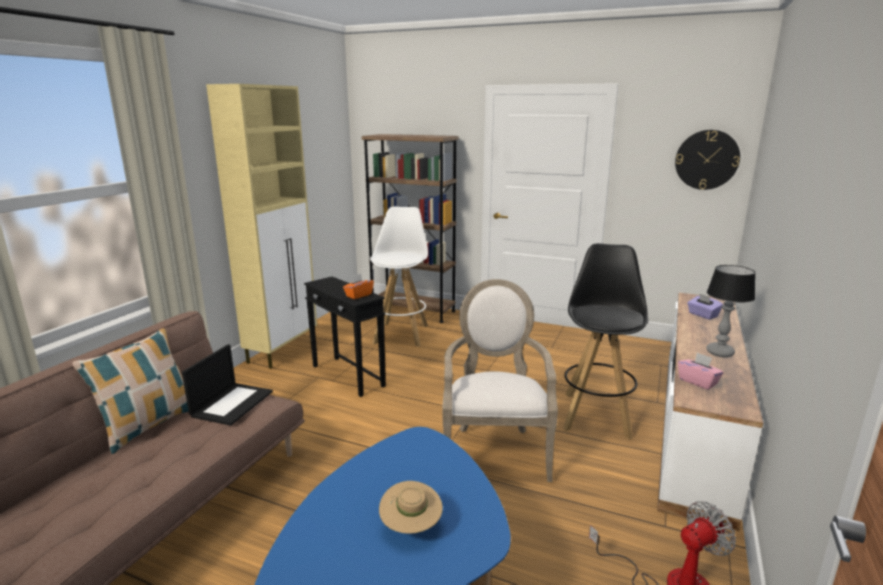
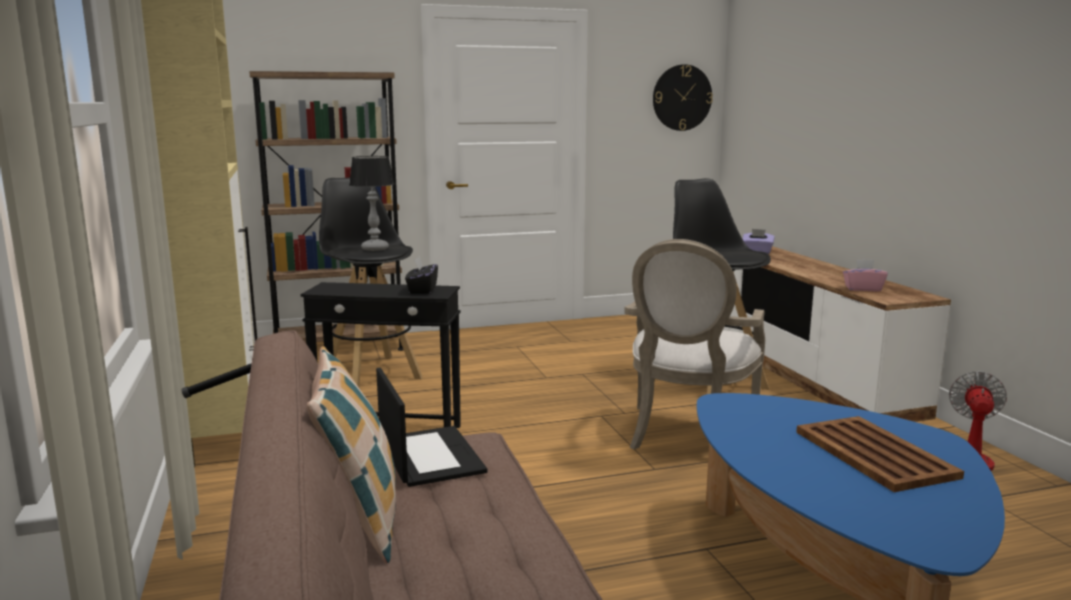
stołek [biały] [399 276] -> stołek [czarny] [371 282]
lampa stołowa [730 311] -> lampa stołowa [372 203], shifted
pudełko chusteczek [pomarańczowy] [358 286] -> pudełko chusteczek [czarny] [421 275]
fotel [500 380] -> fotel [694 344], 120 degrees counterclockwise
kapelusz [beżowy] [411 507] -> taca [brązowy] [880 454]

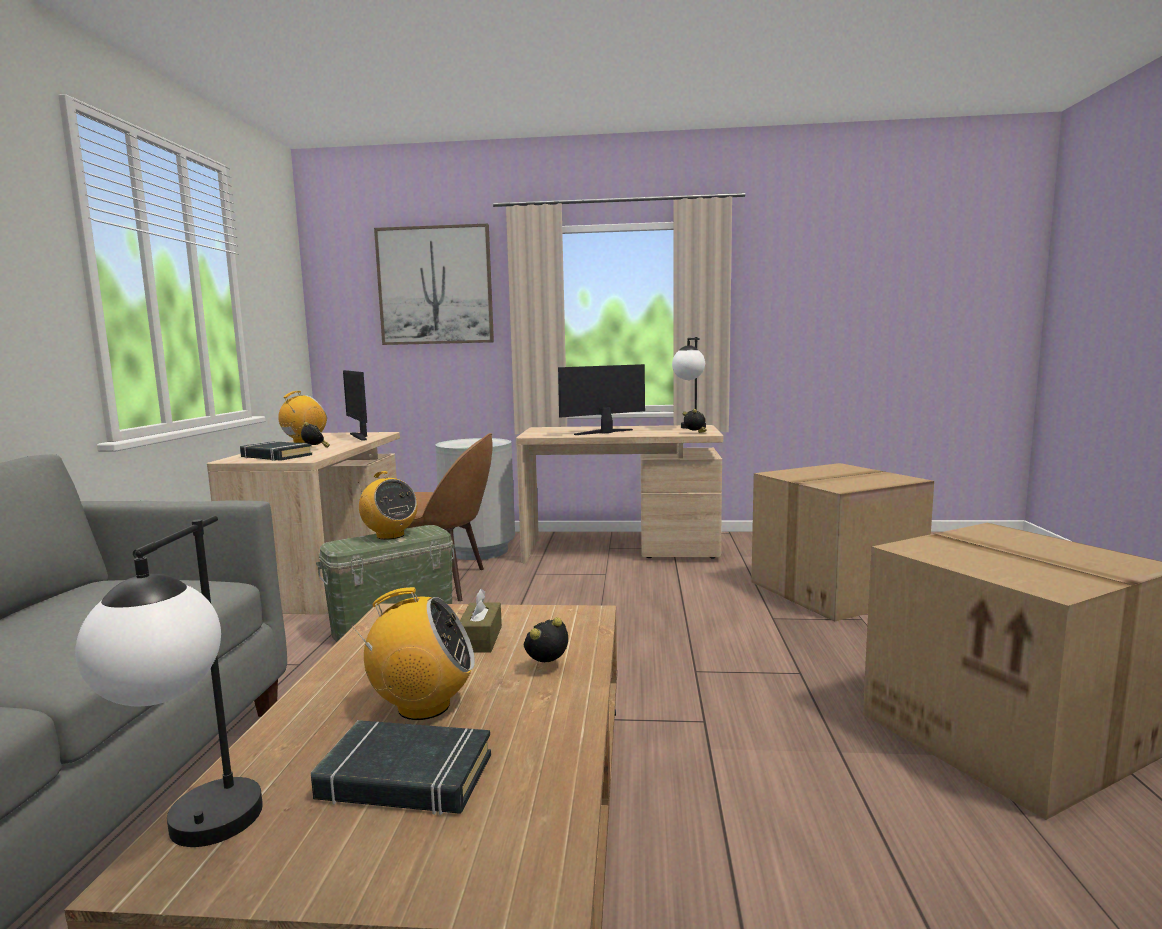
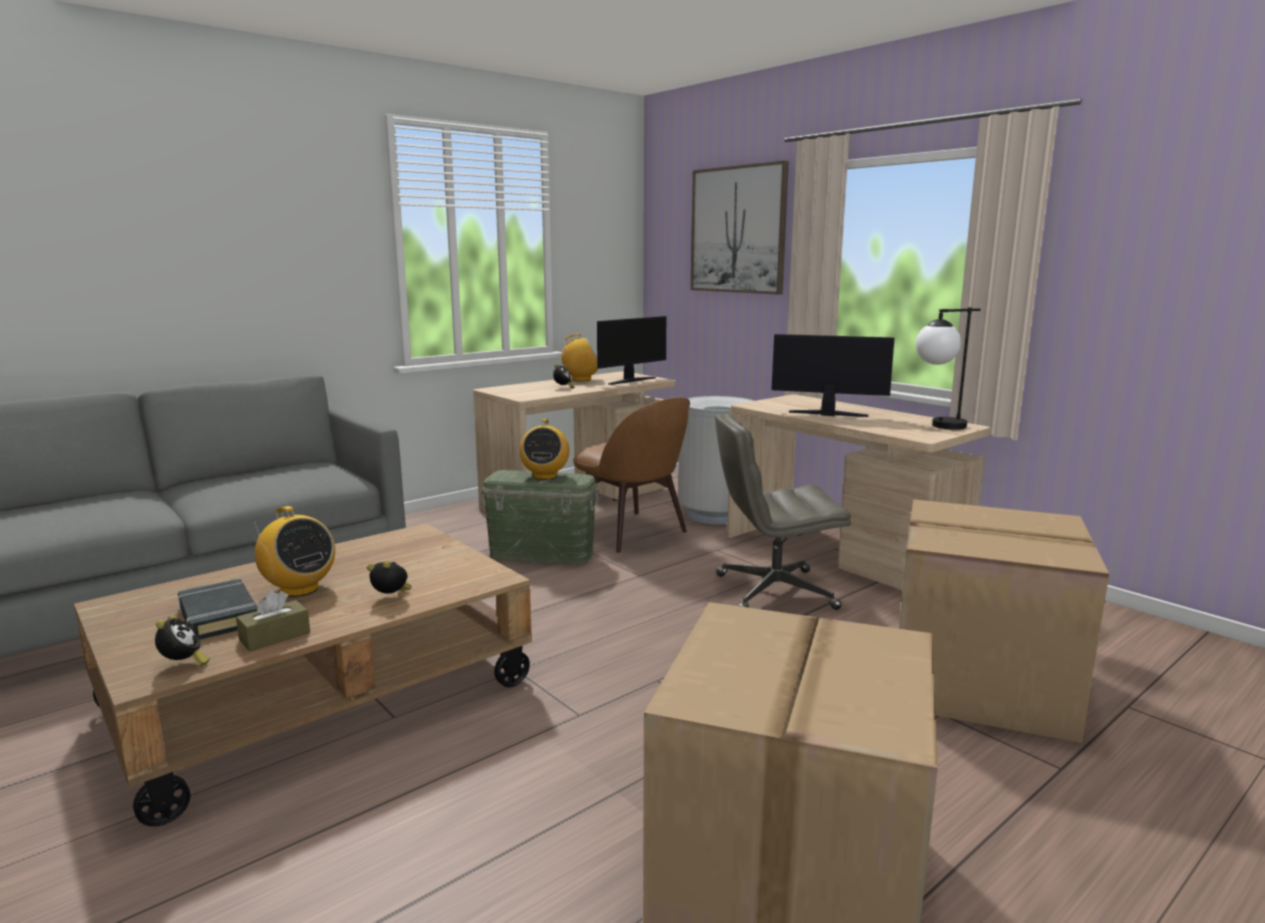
monitor [355 405] -> monitor [631 350], 150 degrees counterclockwise
budzik [695 421] -> budzik [182 641], shifted
książka [czarny] [276 451] -> none
lampa stołowa [169 681] -> none
pudełko chusteczek [brązowy] [481 621] -> pudełko chusteczek [brązowy] [273 620], shifted
none -> krzesło biurowe [szary] [783 511]

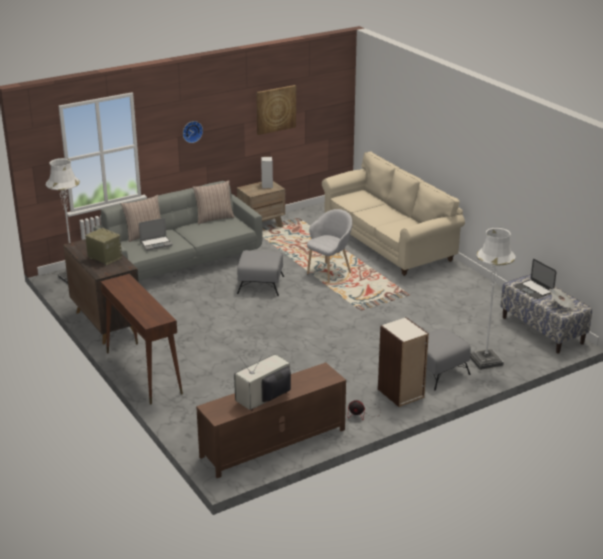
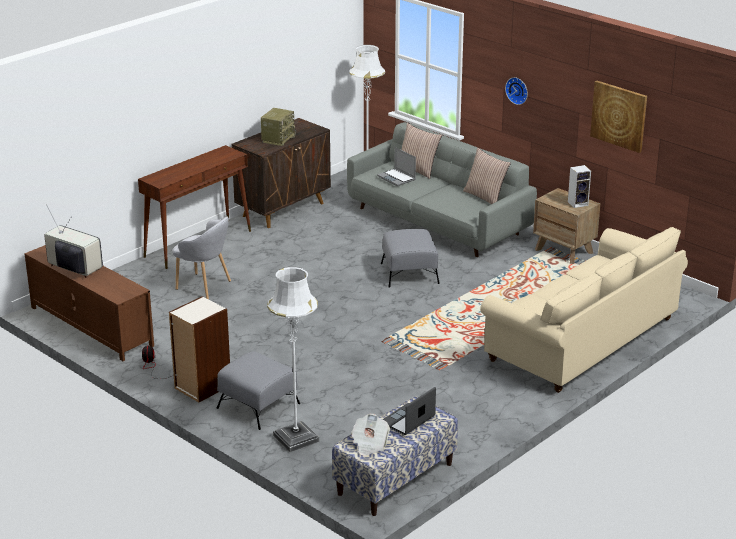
fotel [szary] [329 246] -> fotel [szary] [201 258], shifted

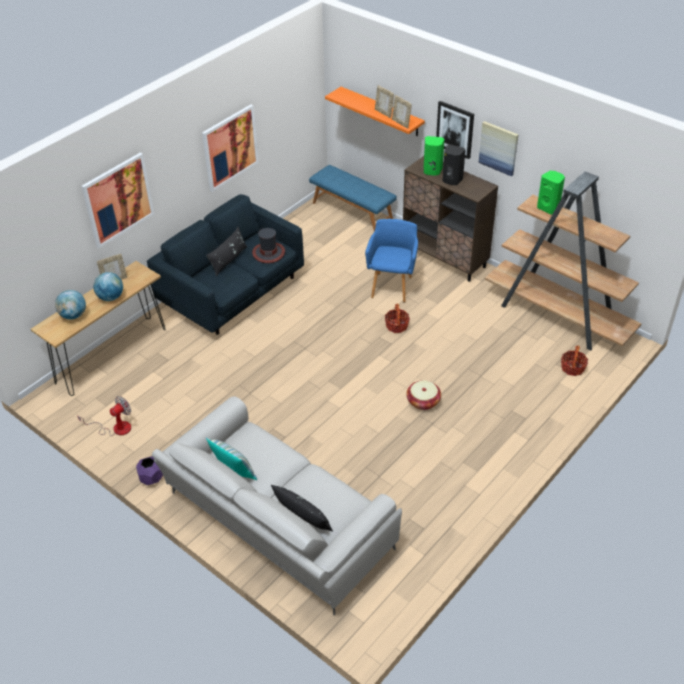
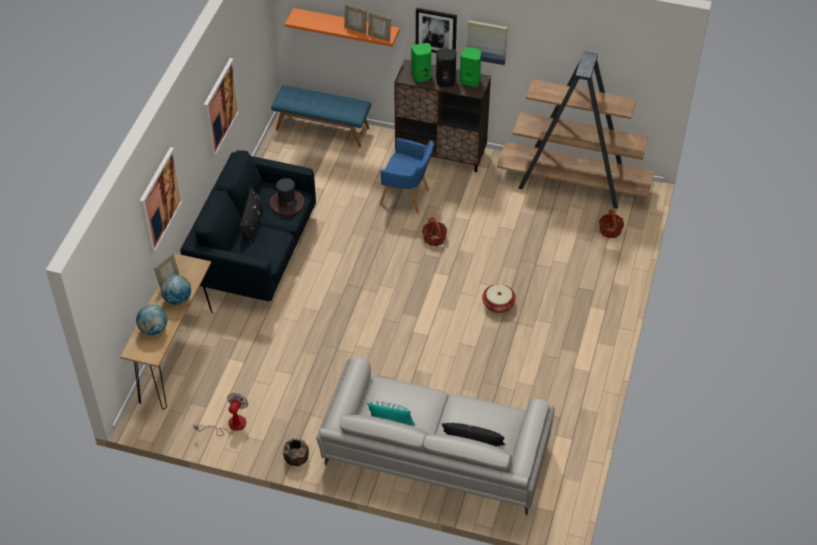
głośnik [zielony] [551 192] -> głośnik [zielony] [470 67], shifted
fotel [niebieski] [391 260] -> fotel [niebieski] [407 176], 120 degrees clockwise
donica [fioletowy] [149 470] -> donica [brązowy] [296 452]

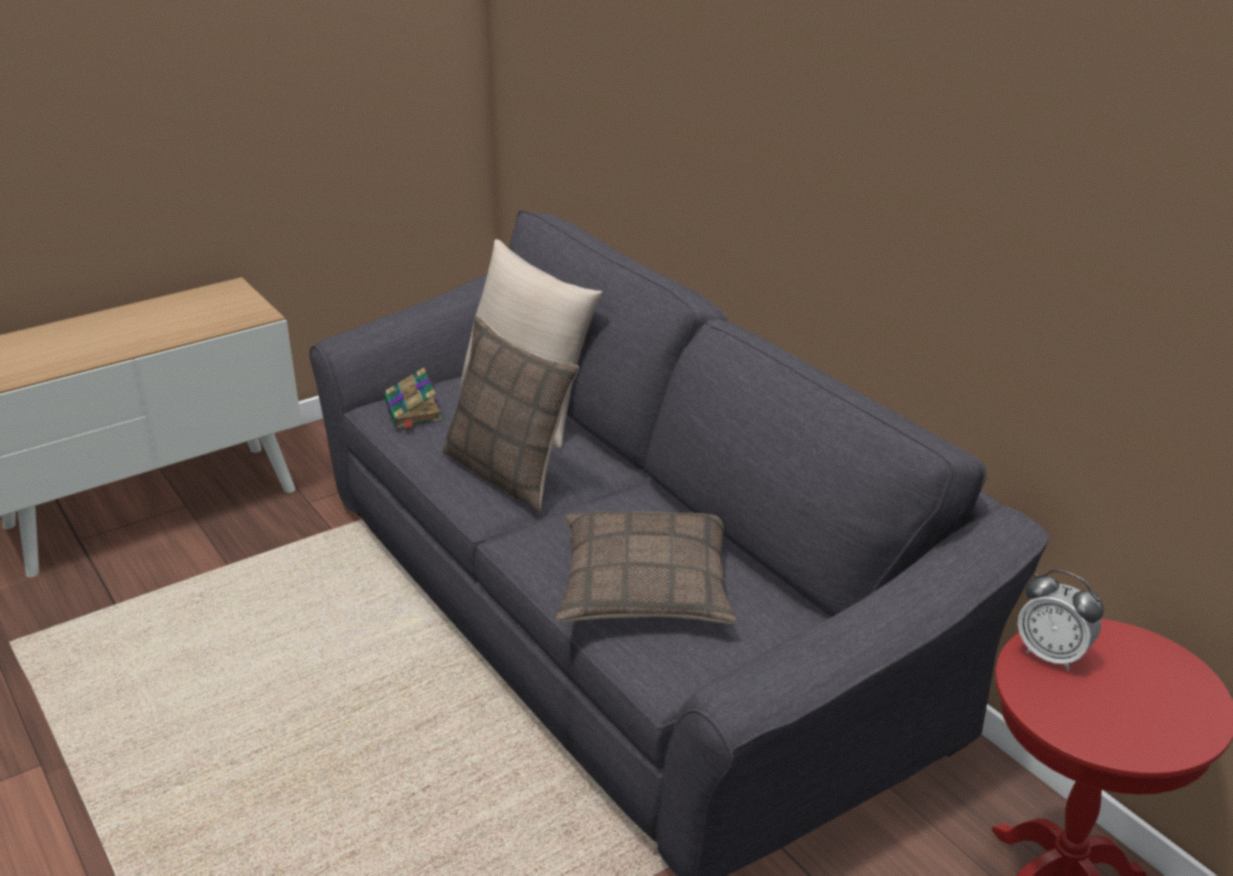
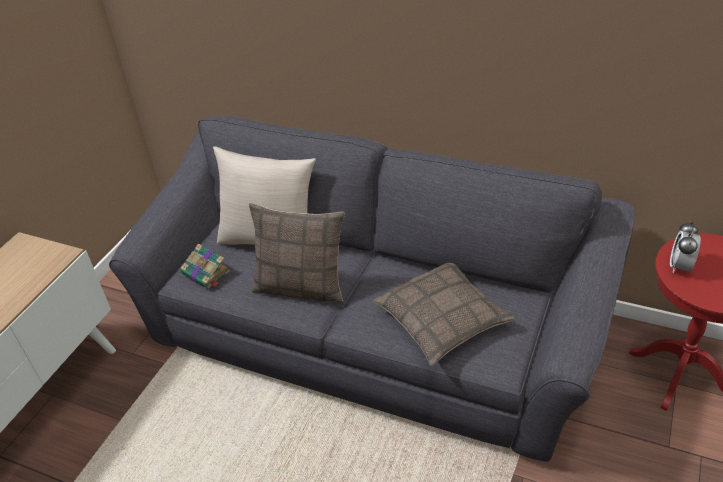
budzik [1061 620] -> budzik [685 247], 105 degrees clockwise

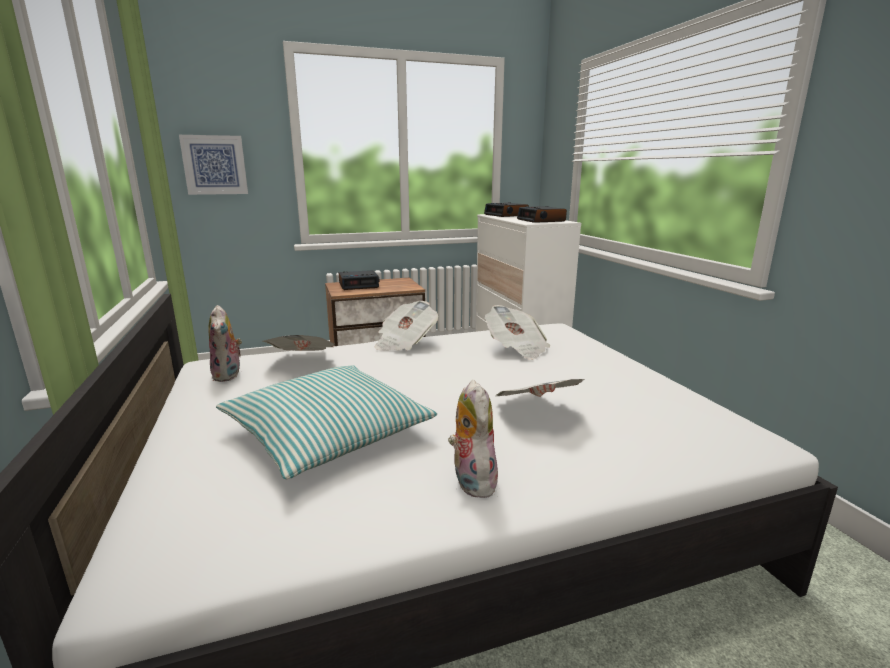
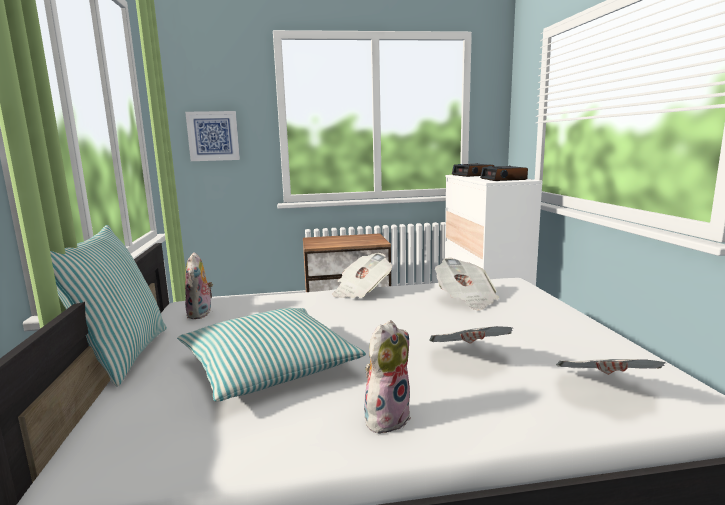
budzik [359 280] -> none
gazeta [299 343] -> gazeta [610 367], shifted
pluszak [473 439] -> pluszak [387 376], 45 degrees clockwise
none -> poduszka [108 305]

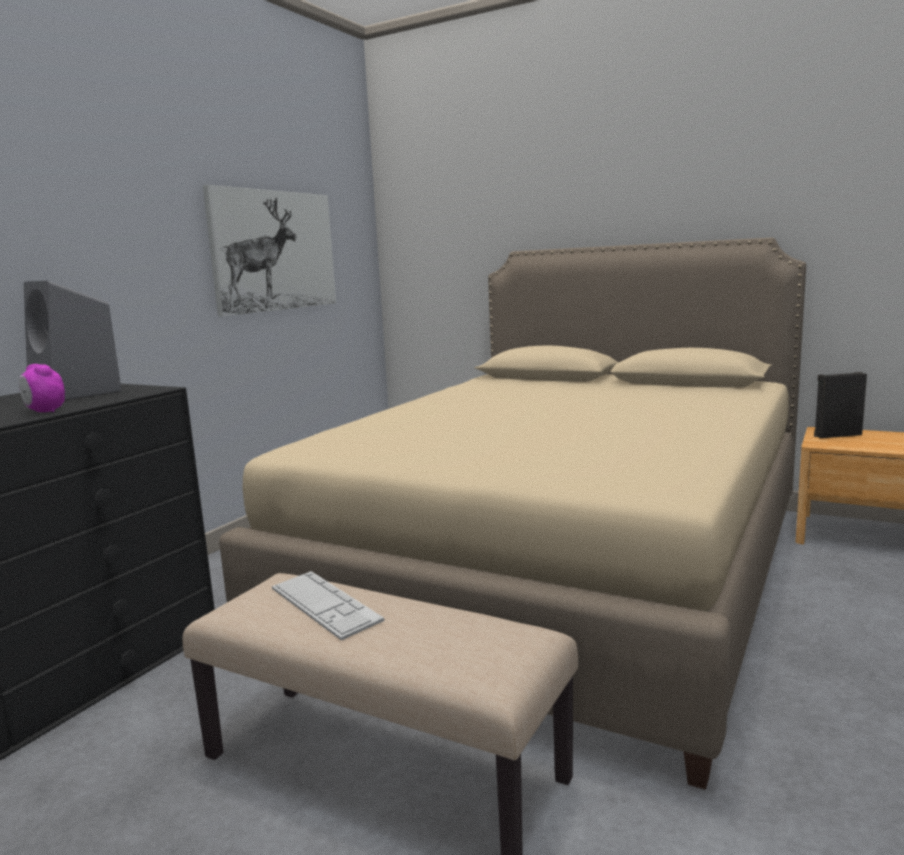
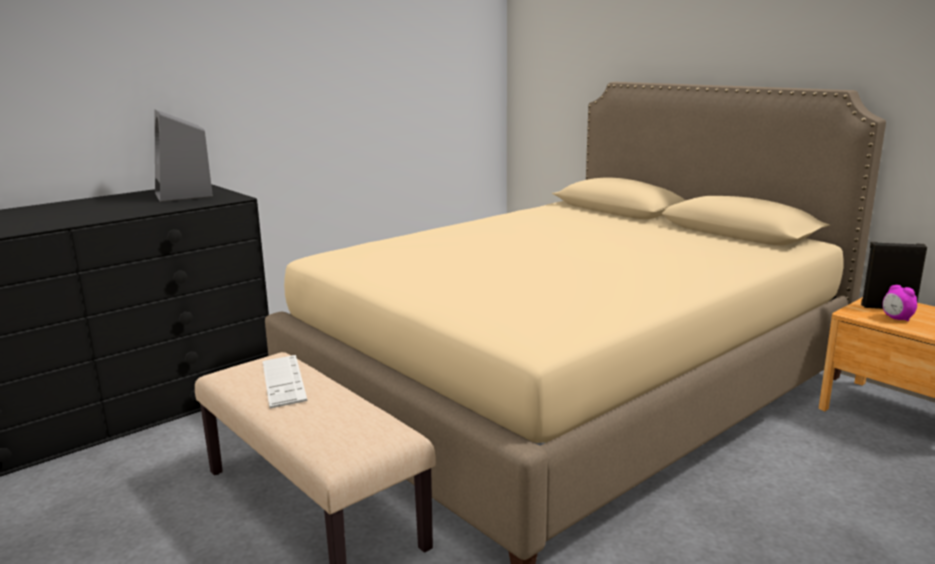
obraz [269 250] -> none
budzik [42 388] -> budzik [900 303], shifted

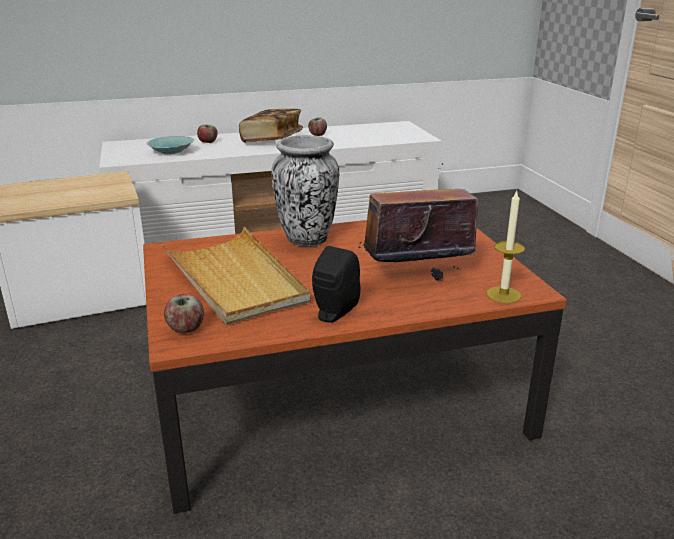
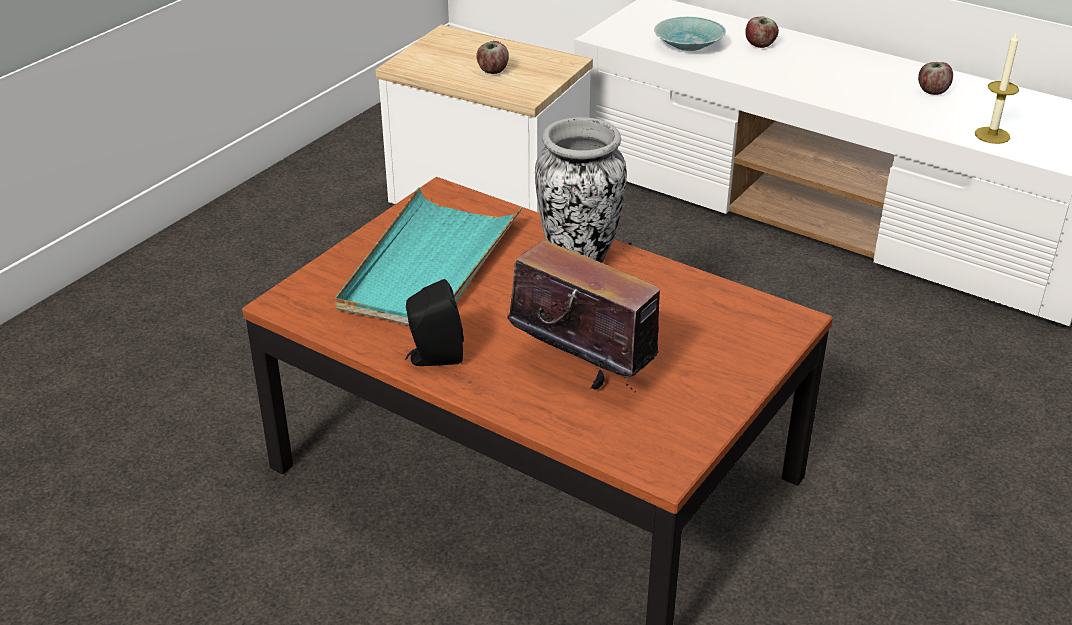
książka [271 126] -> none
świeca [505 247] -> świeca [997 87], shifted
taca [beżowy] [235 276] -> taca [turkusowy] [428 256]
jabłko [184 313] -> jabłko [492 57], shifted

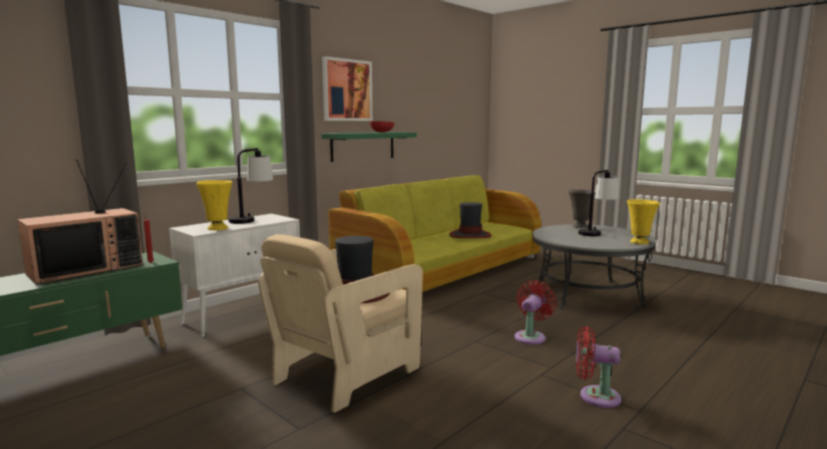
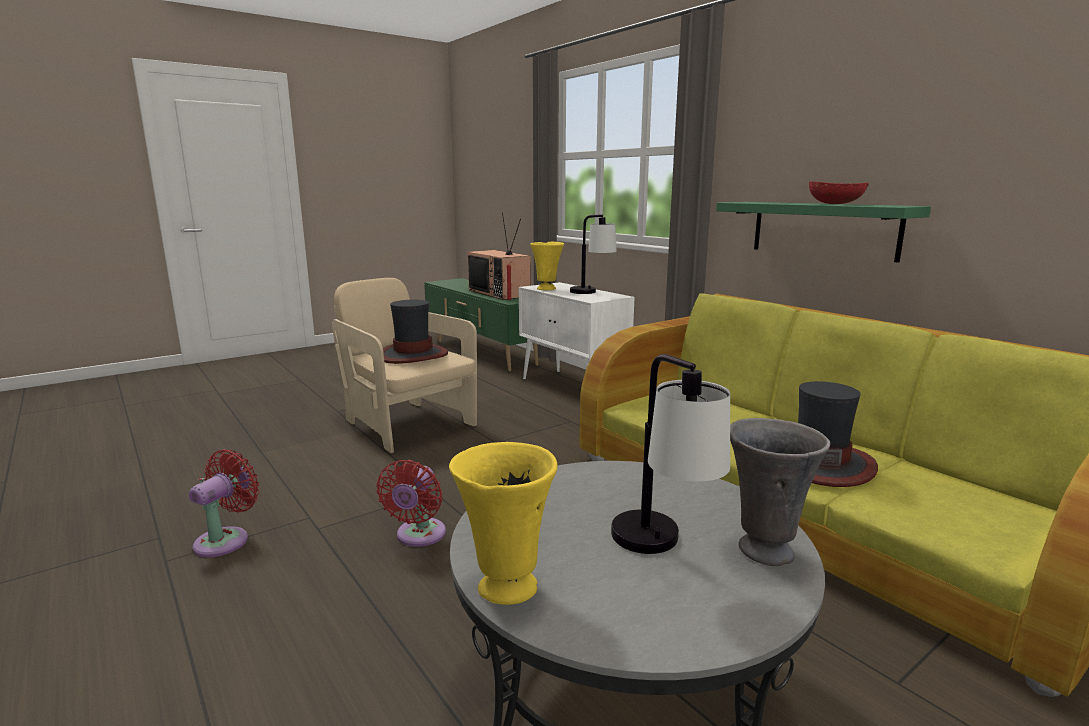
obraz [347 88] -> none
wentylator [czerwony] [536 312] -> wentylator [czerwony] [411 503], 60 degrees clockwise

